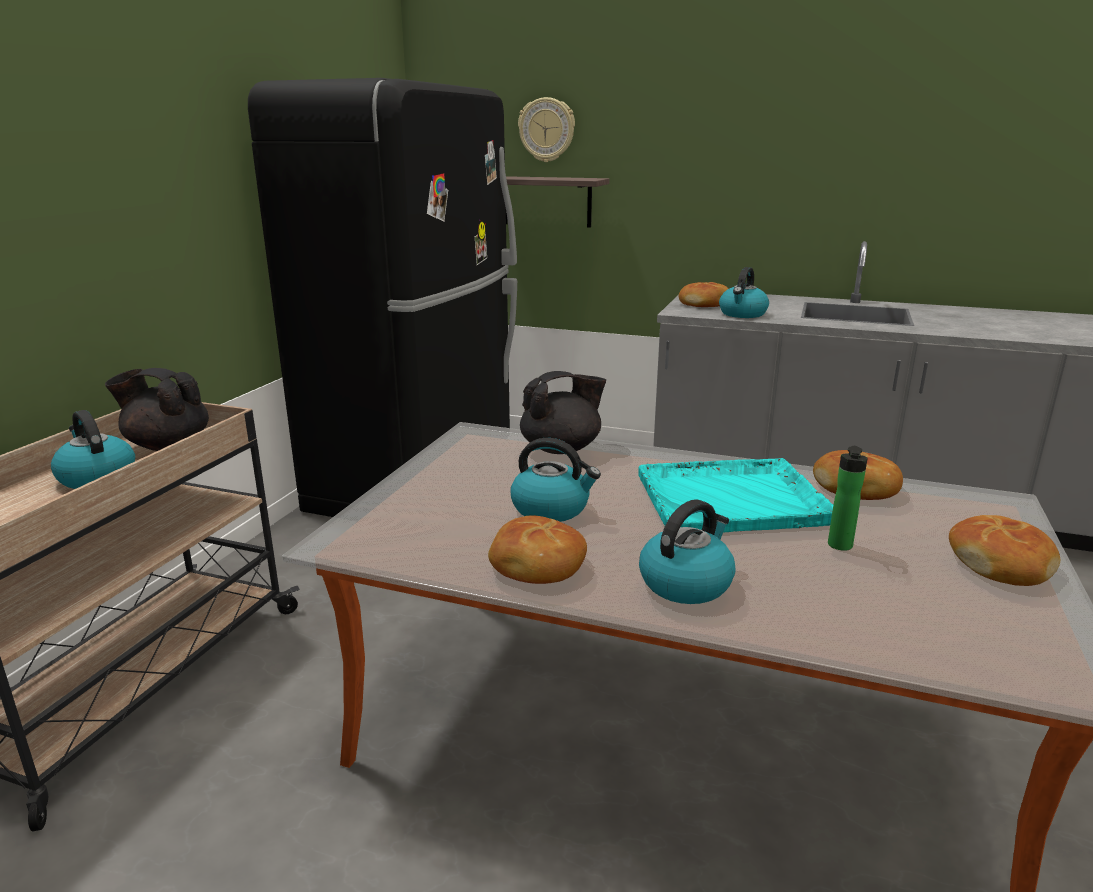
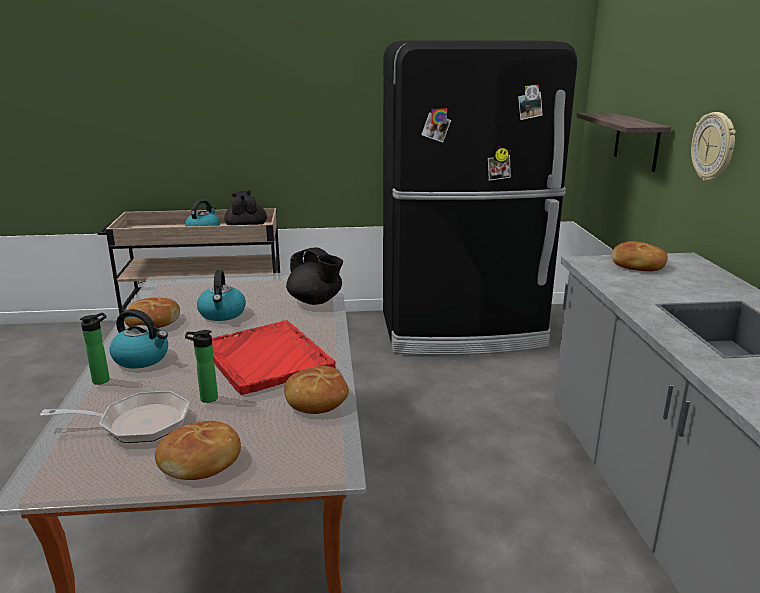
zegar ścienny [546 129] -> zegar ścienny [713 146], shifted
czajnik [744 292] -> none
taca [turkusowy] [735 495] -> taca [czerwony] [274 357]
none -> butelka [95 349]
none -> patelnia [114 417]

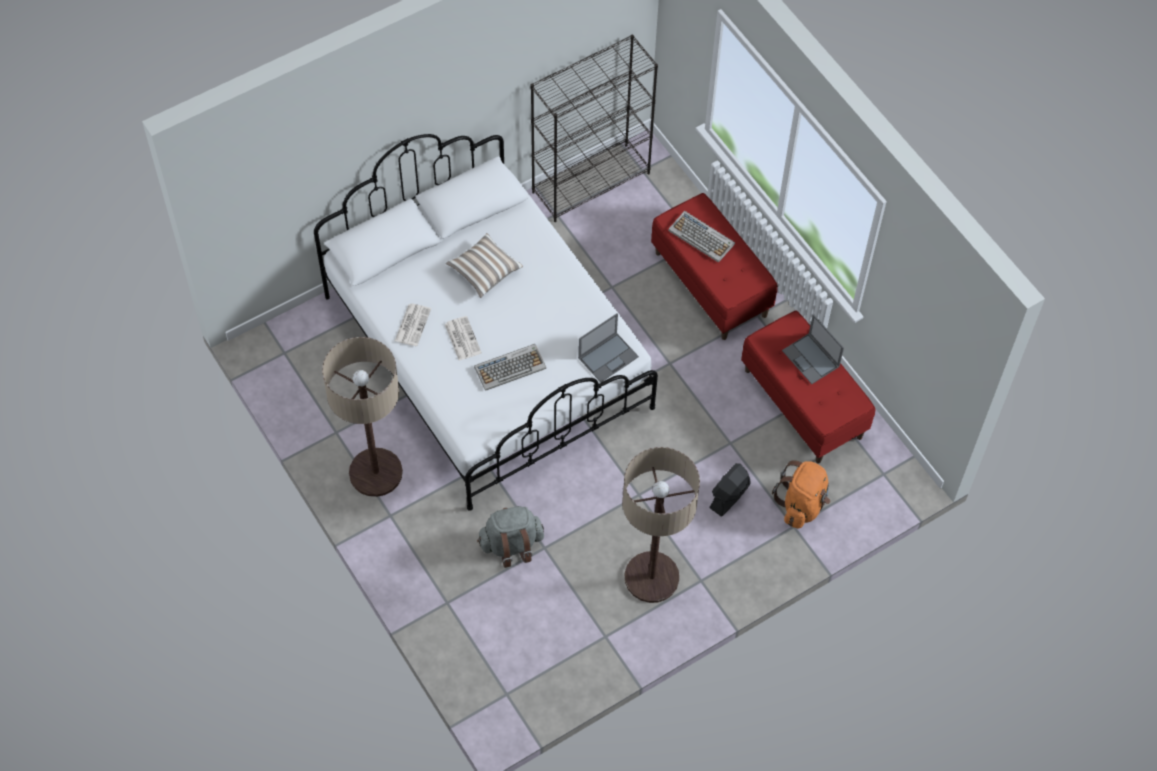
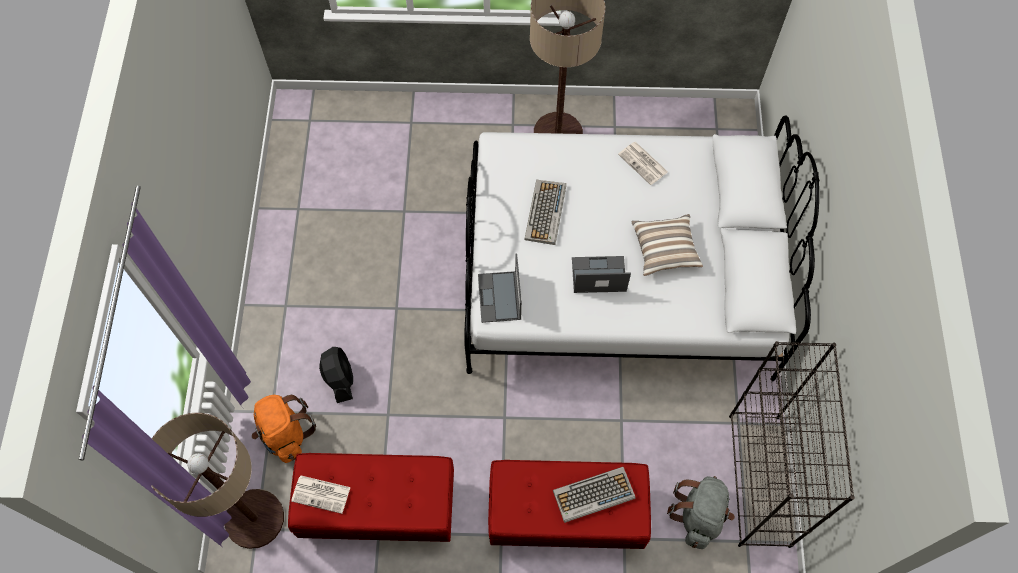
laptop [813 349] -> laptop [601 274], shifted
gazeta [463 338] -> gazeta [321 494], shifted
lampa stojąca [661 525] -> lampa stojąca [217 481], shifted
plecak [szary] [510 537] -> plecak [szary] [701 512], shifted

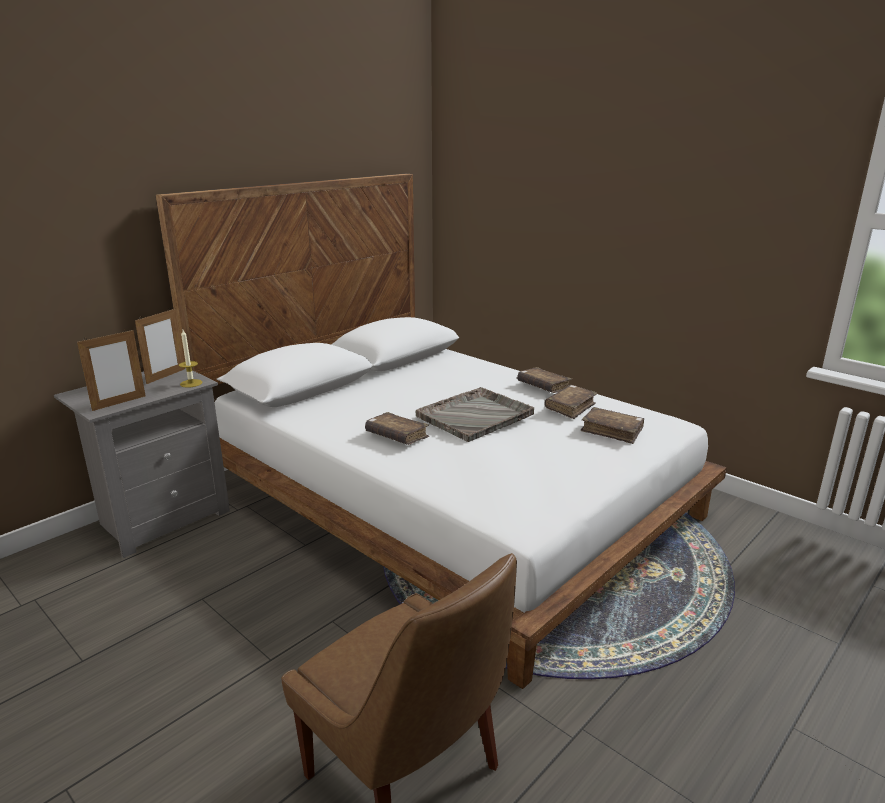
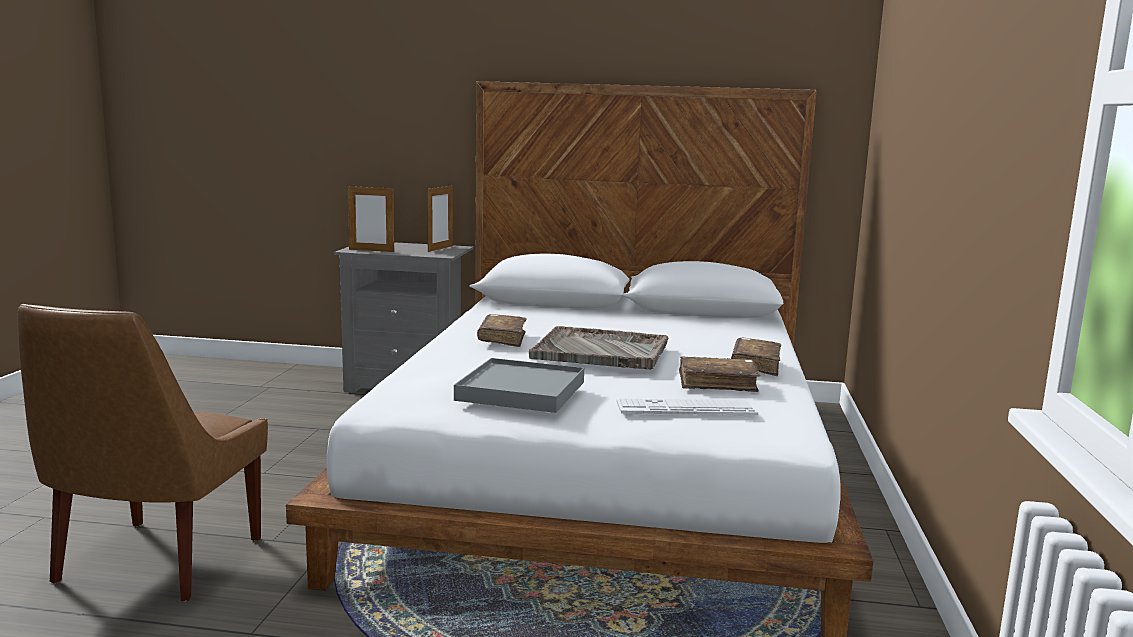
ramka na zdjęcie [160 346] -> ramka na zdjęcie [440 219], 60 degrees counterclockwise
świeca [190 359] -> none
książka [brązowy] [612 425] -> klawiatura [687 407]
none -> taca [szary] [519 385]

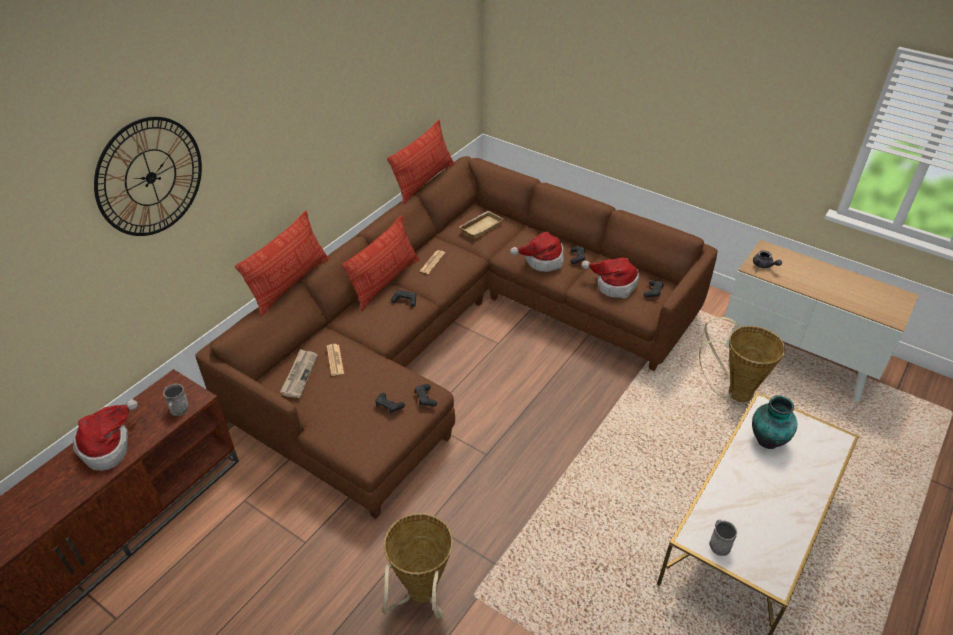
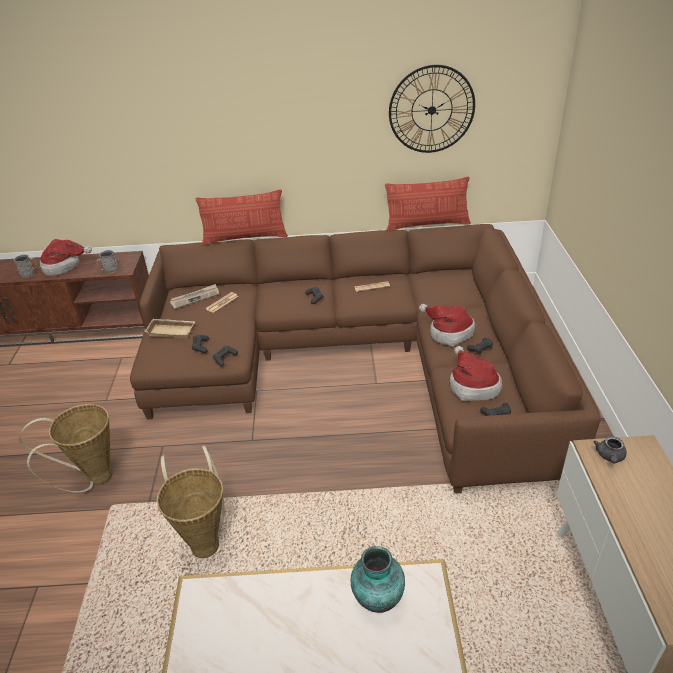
zegar ścienny [148 176] -> zegar ścienny [432 109], shifted
taca [beżowy] [481 225] -> taca [beżowy] [169 328], shifted
poduszka [380 263] -> none
koszyk [742 359] -> koszyk [190 502], shifted
kubek [szary] [723 538] -> kubek [szary] [25 266], shifted

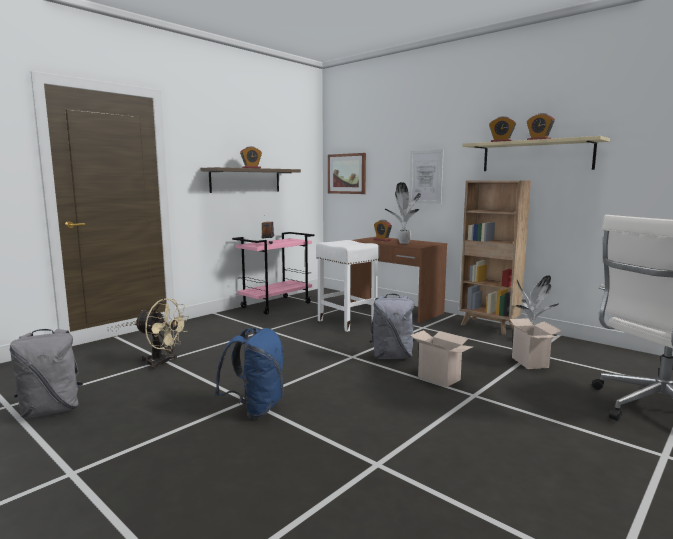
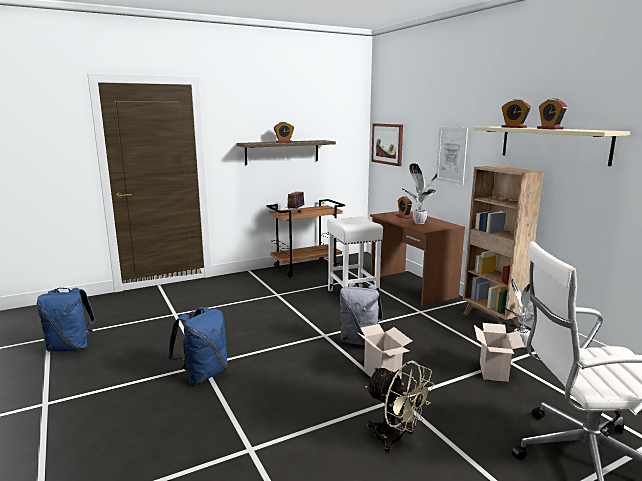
wózek [różowy] [273 273] -> wózek [brązowy] [305 238]
wentylator [beżowy] [161 334] -> wentylator [beżowy] [399 407], shifted
plecak [szary] [46 373] -> plecak [niebieski] [66 319]

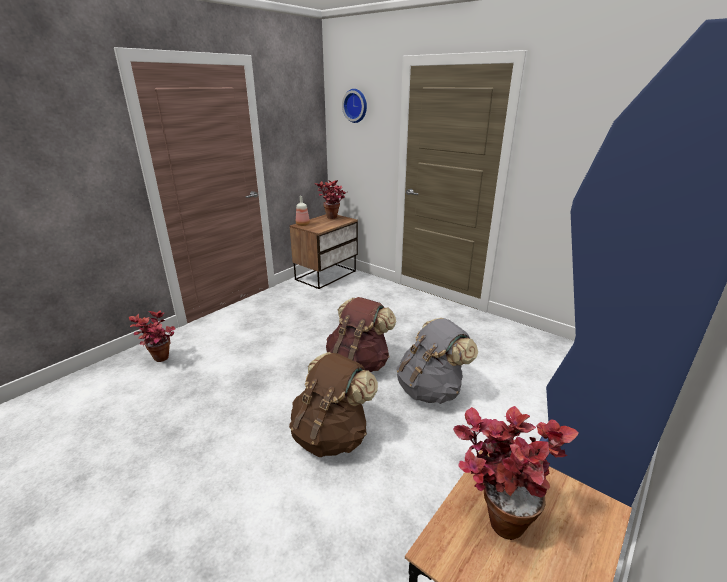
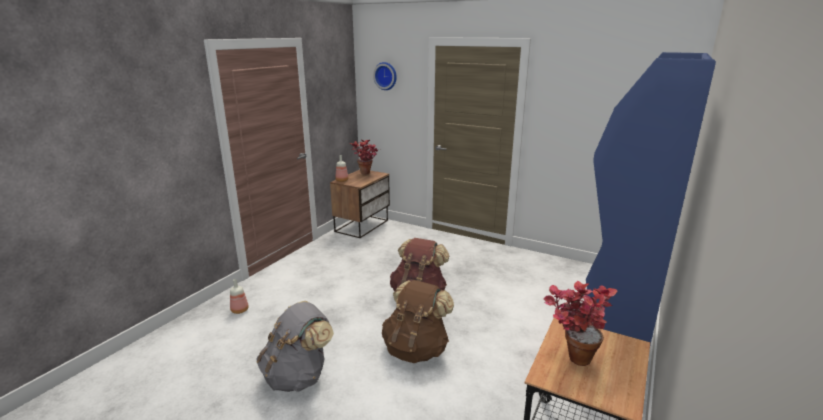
roślina doniczkowa [152 336] -> butelka [239 296]
plecak [szary] [437 361] -> plecak [szary] [295 346], shifted

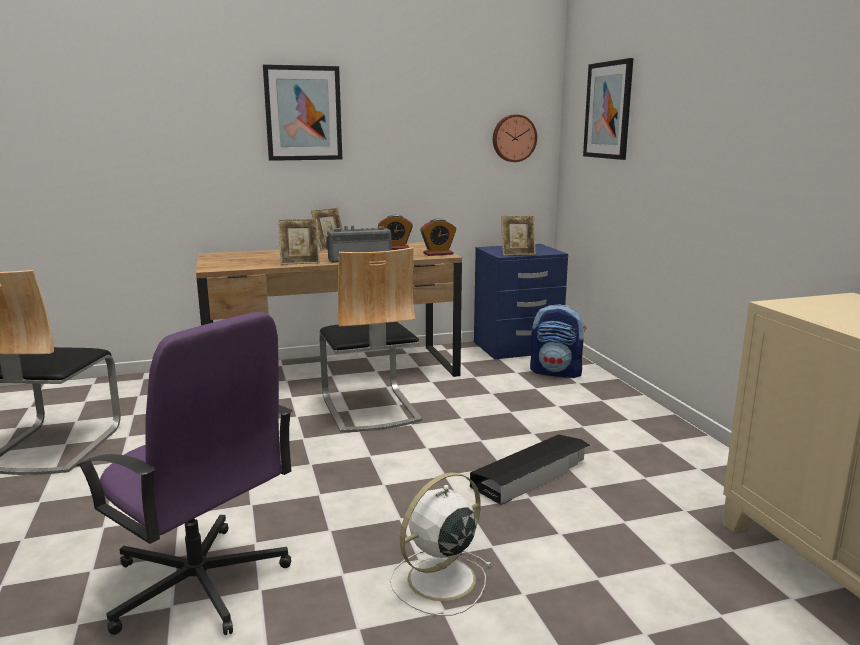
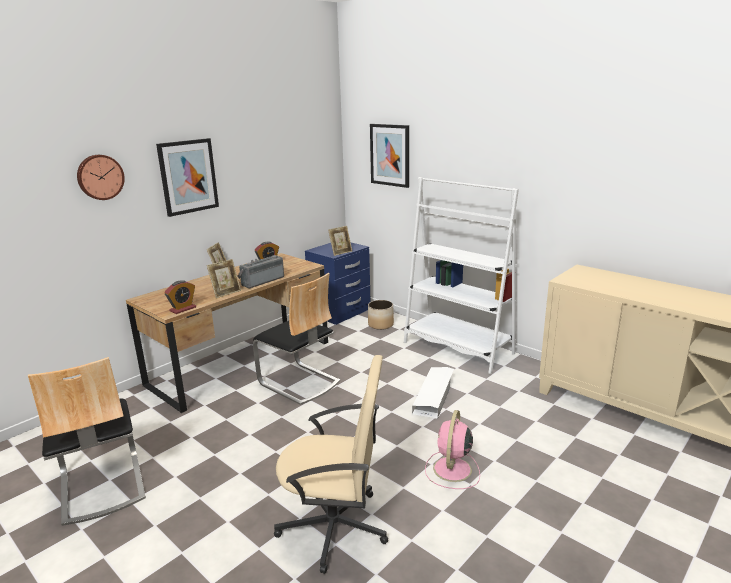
zegar ścienny [515 138] -> zegar ścienny [101 177], shifted
budzik [438 237] -> budzik [180 297], shifted
plecak [558 341] -> donica [381 315]
krzesło biurowe [fioletowy] [184 473] -> krzesło biurowe [beżowy] [331 464]
pojemnik do przechowywania [czarny] [530 469] -> pojemnik do przechowywania [biały] [433 393]
wentylator [biały] [441 544] -> wentylator [różowy] [452 449]
none -> regał [biały] [461 275]

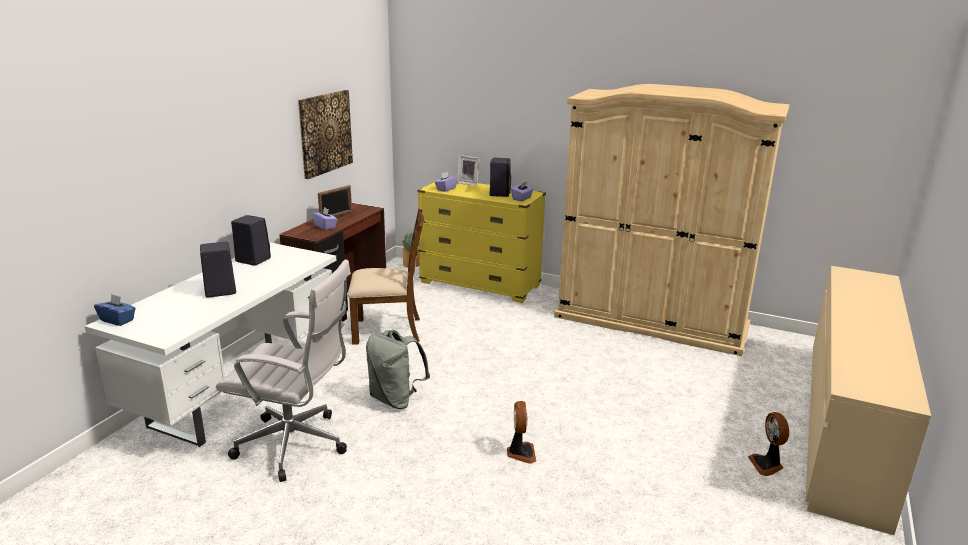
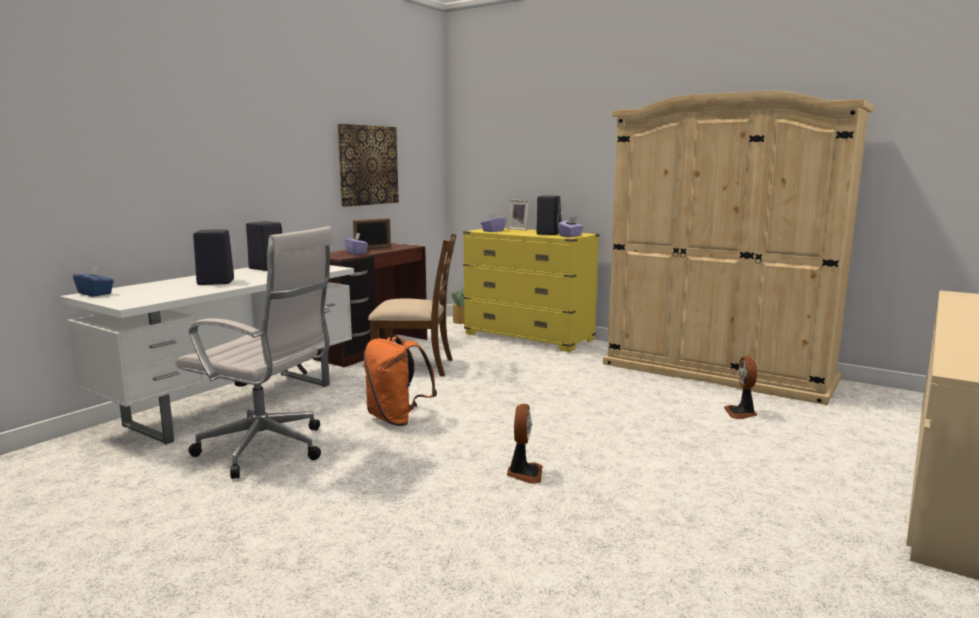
plecak [szary] [398 369] -> plecak [pomarańczowy] [400 380]
wentylator [768 444] -> wentylator [740 387], shifted

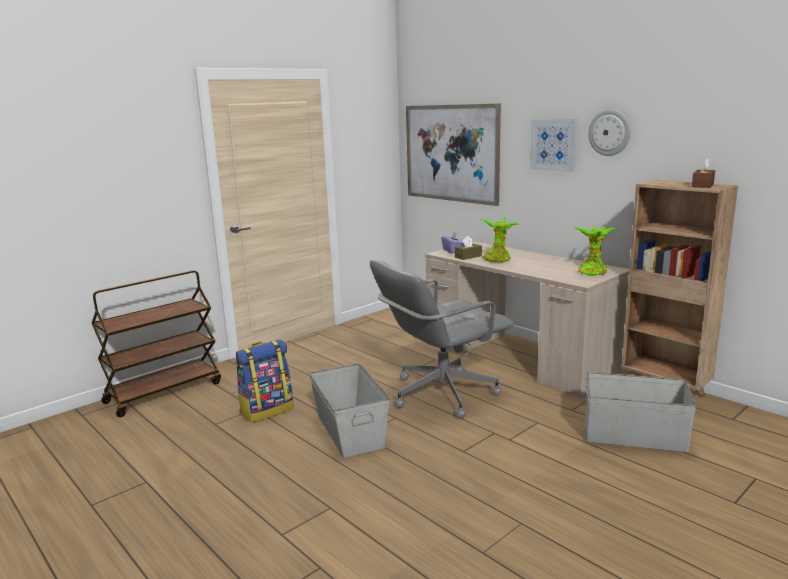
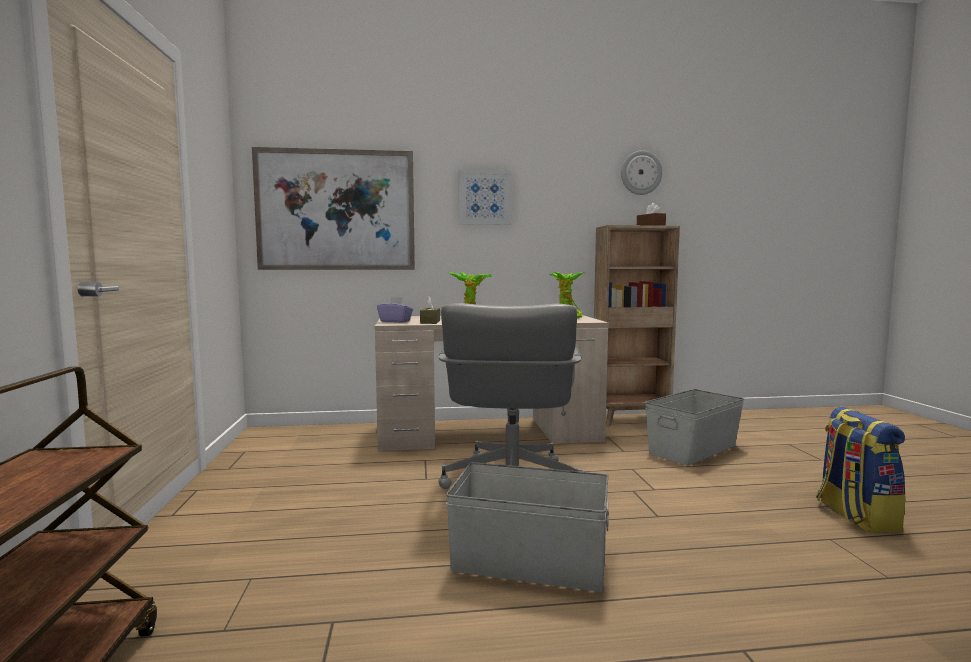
zegar ścienny [609 132] -> zegar ścienny [641 172], shifted
plecak [264 381] -> plecak [861 470], shifted

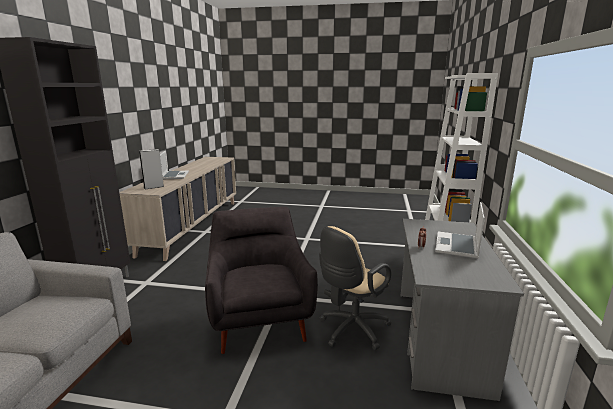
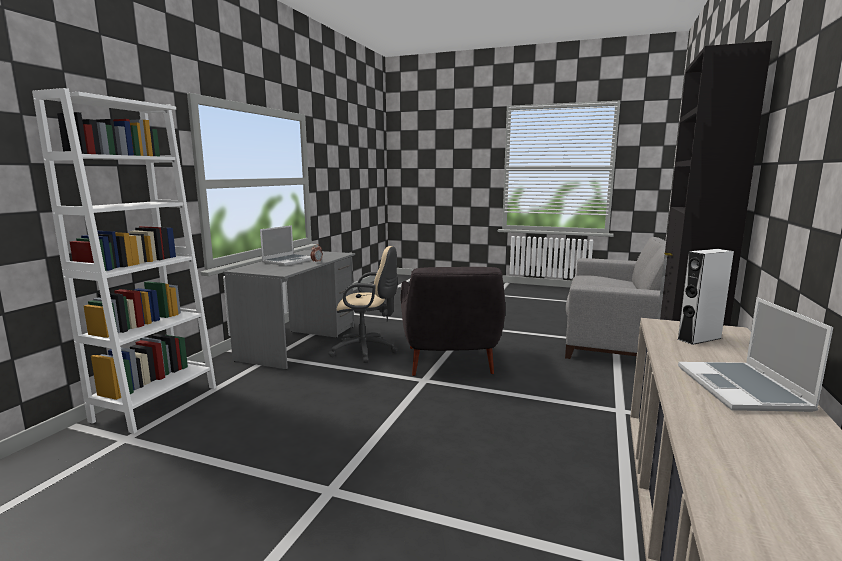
krzesło biurowe [beżowy] [355 288] -> krzesło biurowe [beżowy] [363 304], 45 degrees clockwise

